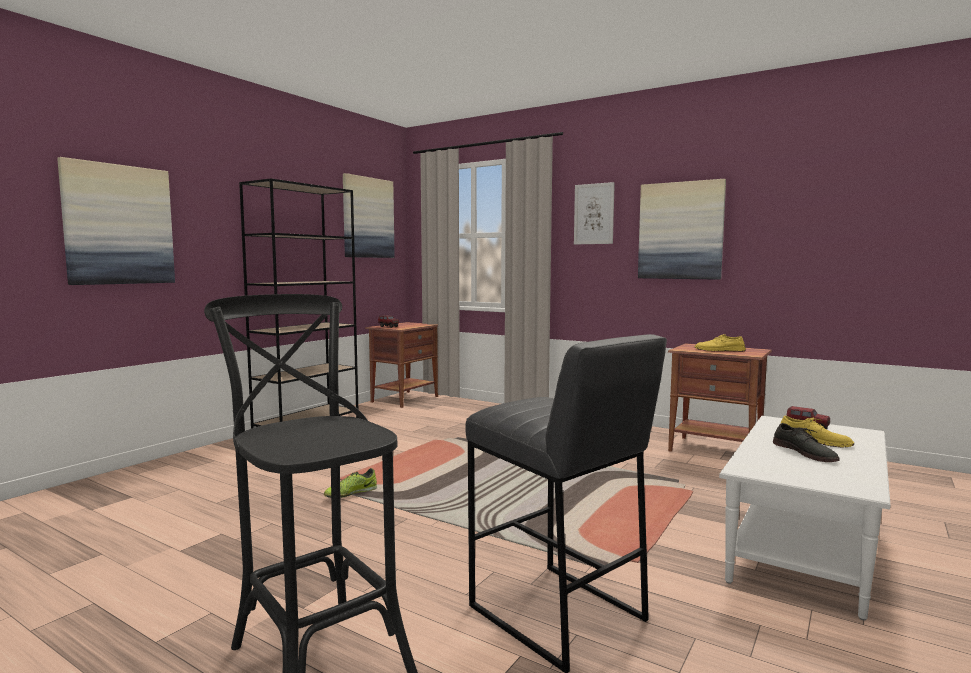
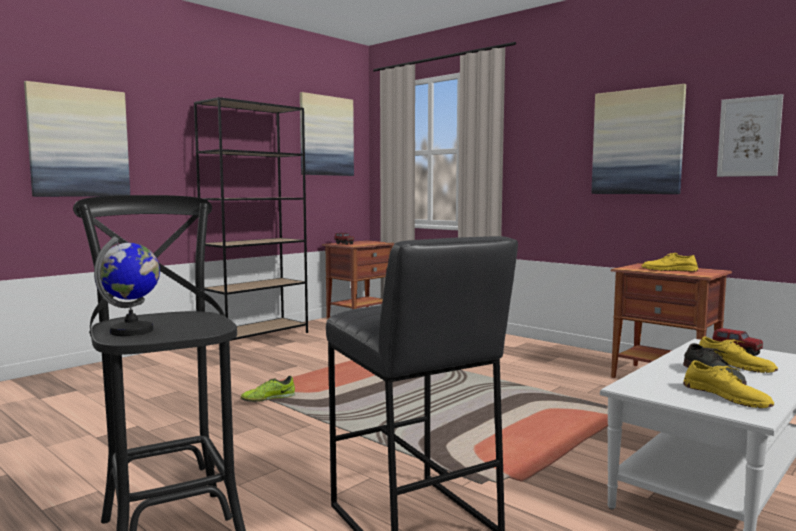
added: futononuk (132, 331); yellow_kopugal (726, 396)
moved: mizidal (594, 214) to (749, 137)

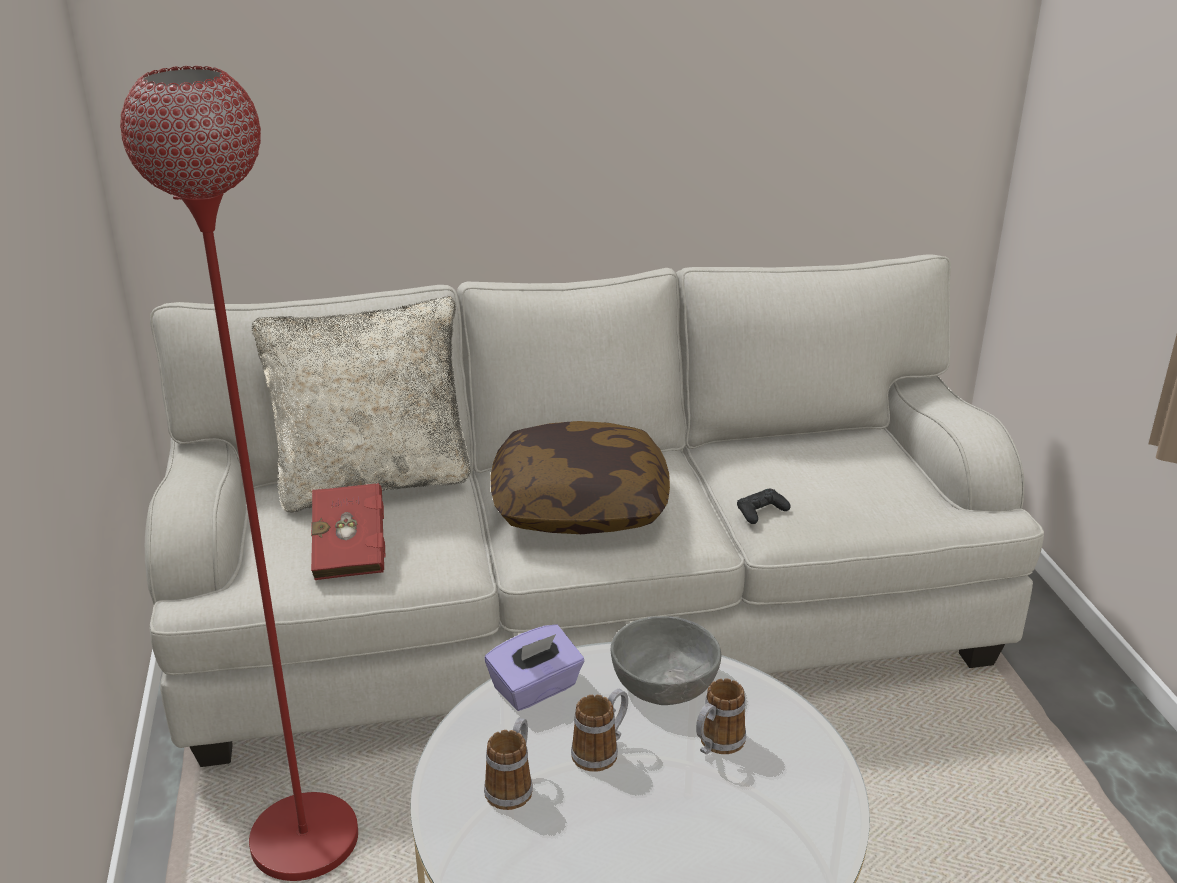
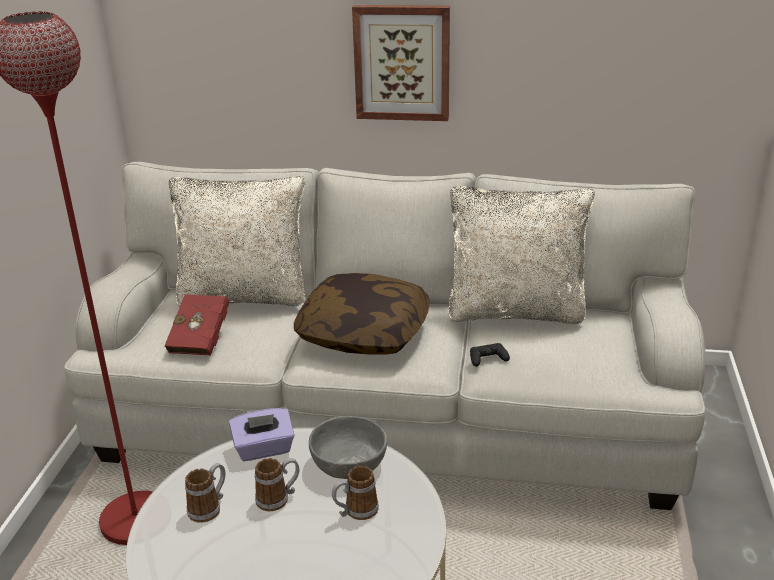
added: mizidal (402, 62); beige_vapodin (517, 315)

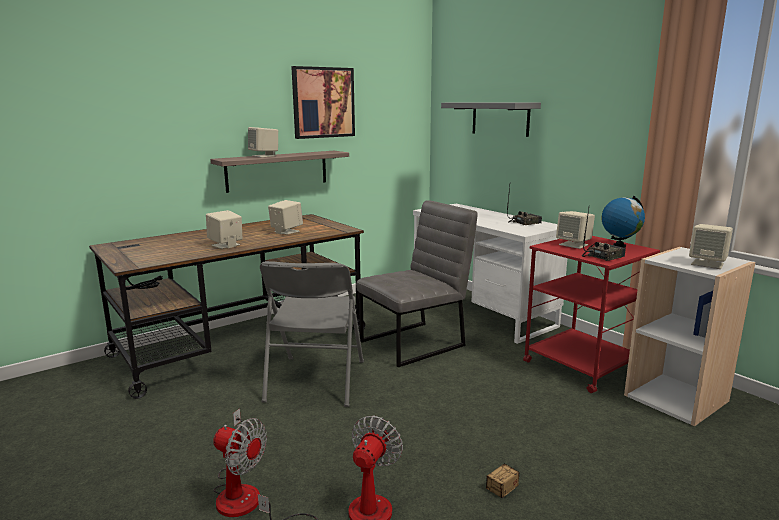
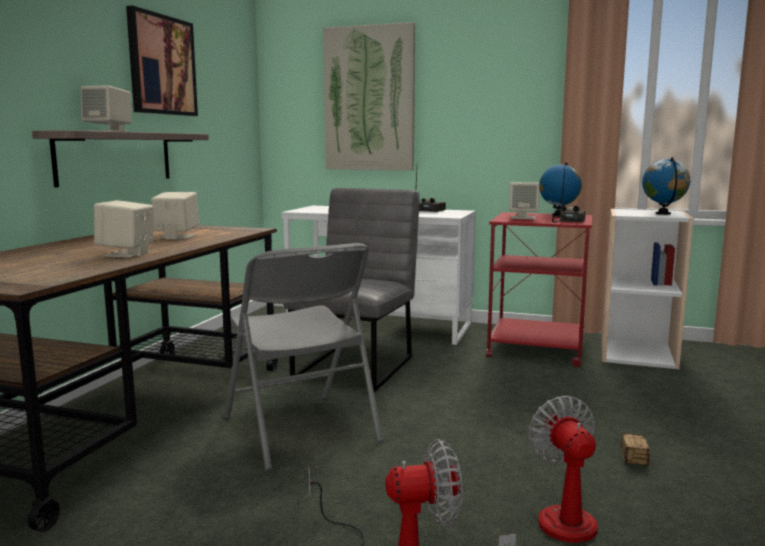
replaced: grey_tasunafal (500, 118) to mizidal (369, 99); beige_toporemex (708, 264) to futononuk (663, 214)

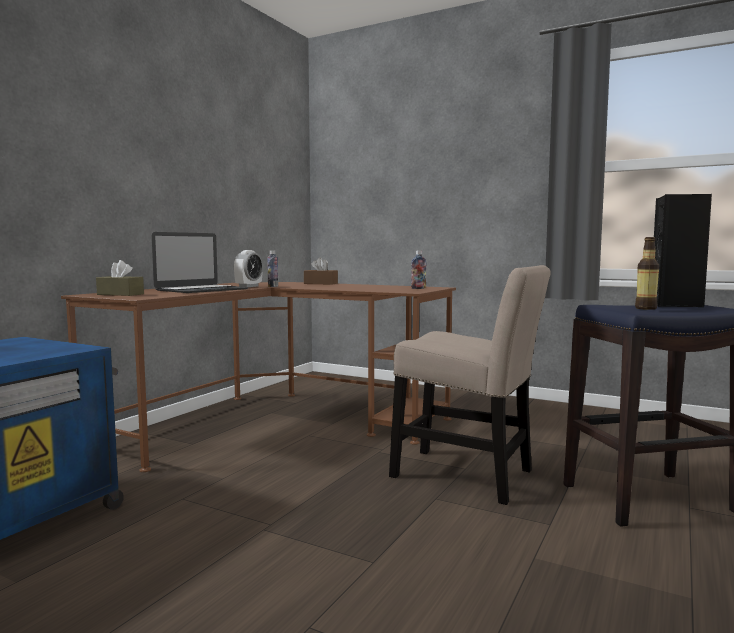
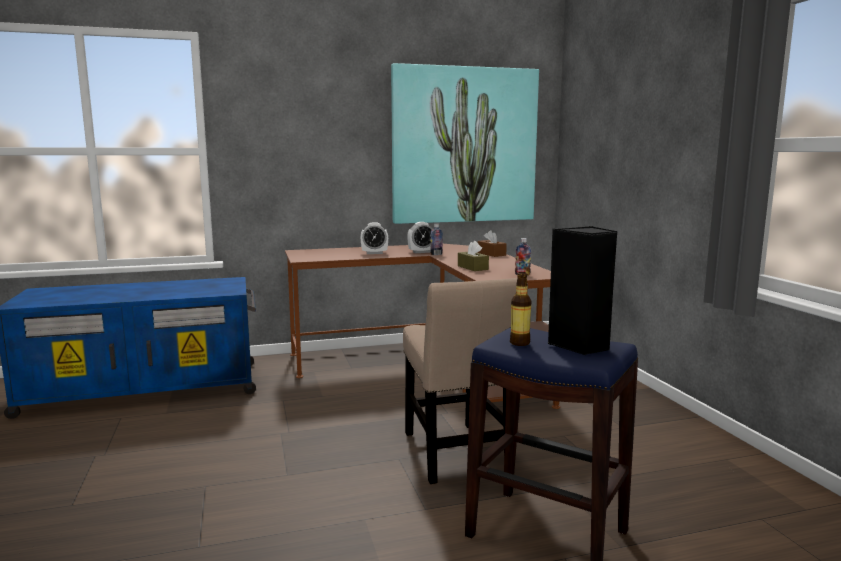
added: mizidal (464, 145)
moved: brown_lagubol (120, 294) to (472, 268)
replaced: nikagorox (202, 289) to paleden (374, 253)

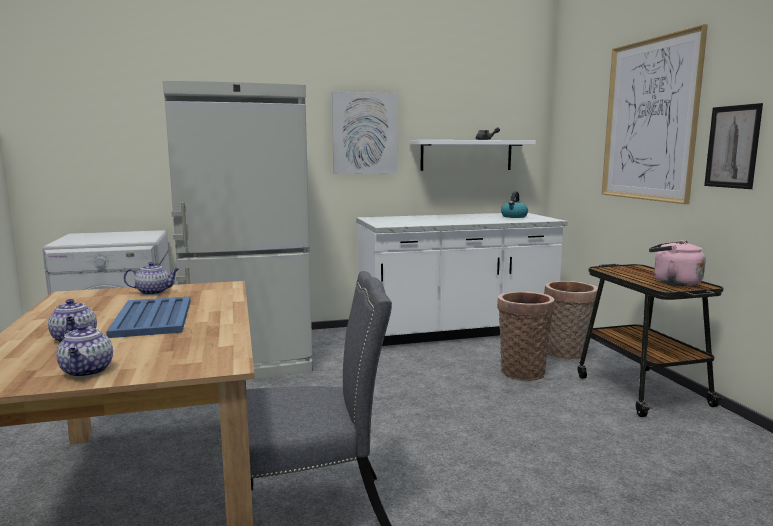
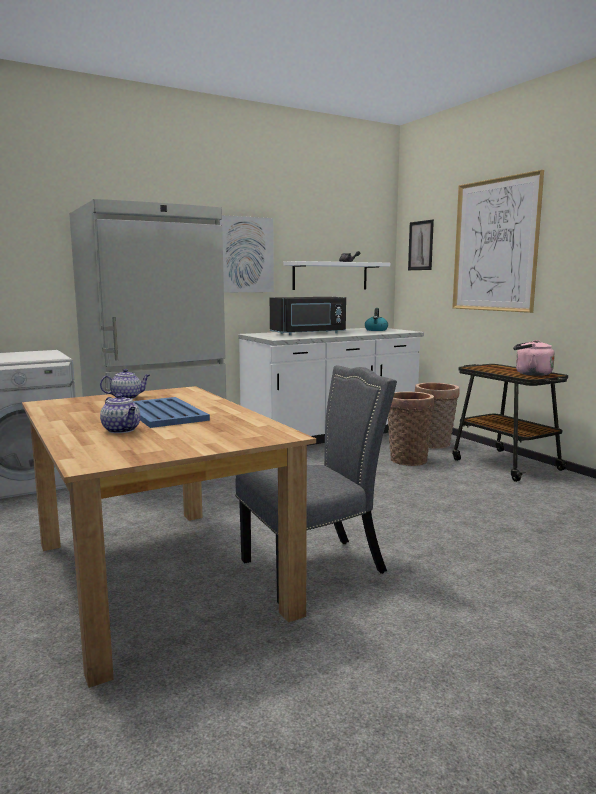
removed: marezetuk (87, 371)
added: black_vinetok (309, 333)
moved: mizidal (732, 147) to (420, 245)

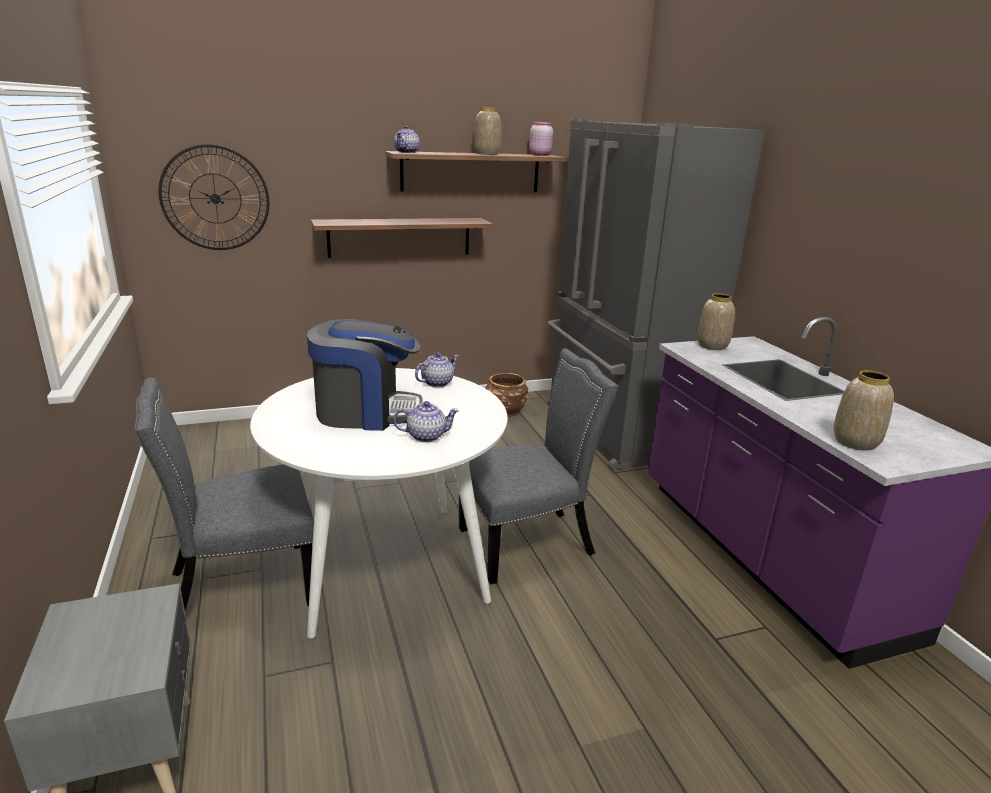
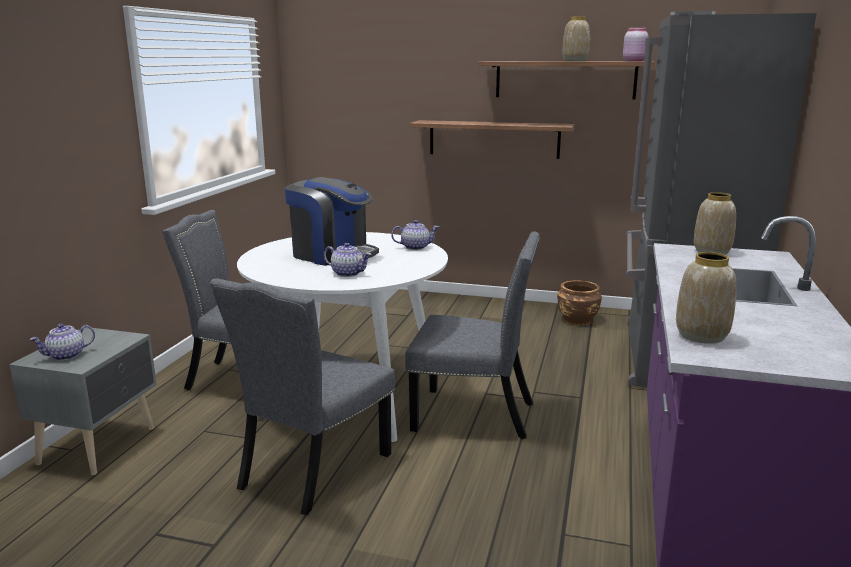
removed: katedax (215, 198)
added: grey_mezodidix (315, 468)
moved: marezetuk (407, 152) to (66, 356)

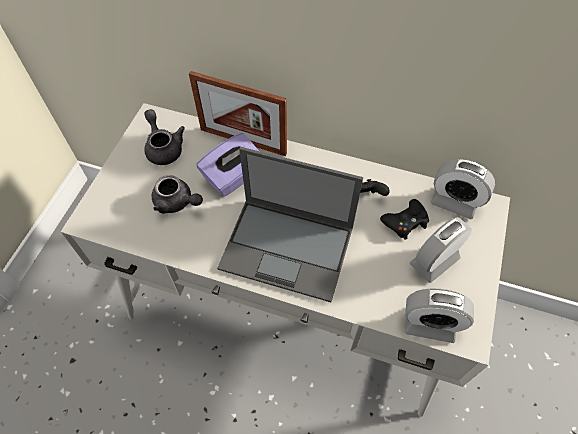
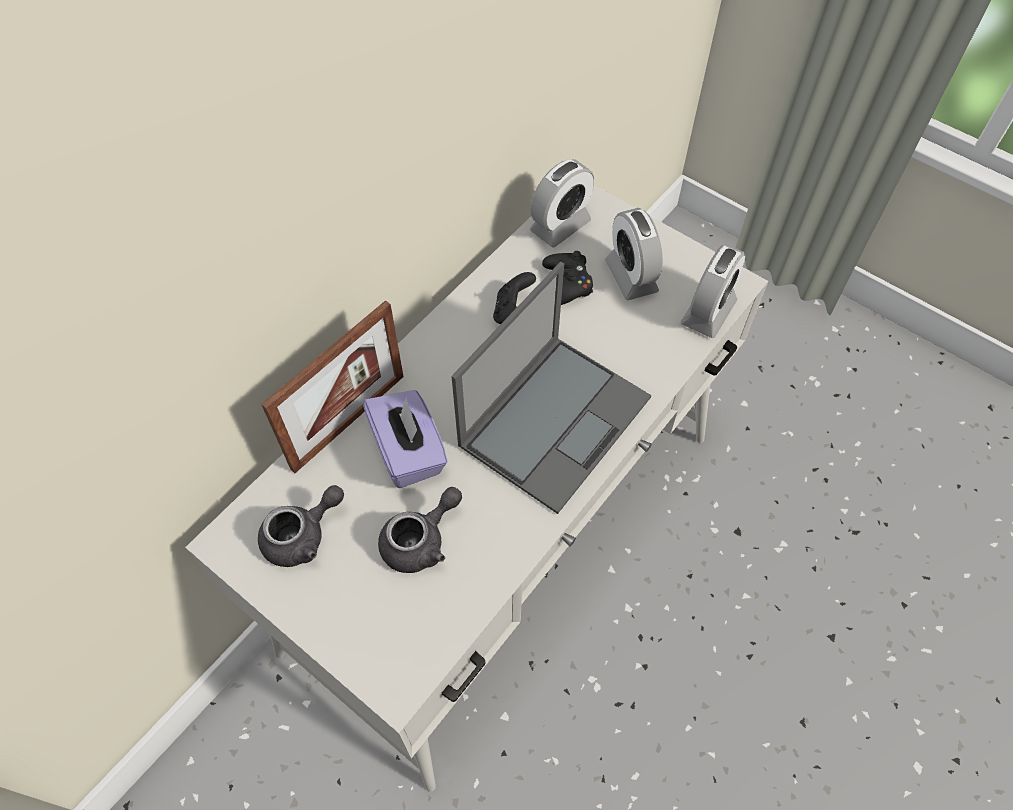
turned: grey_marezetuk (163, 147) = (303, 536) 150 degrees clockwise

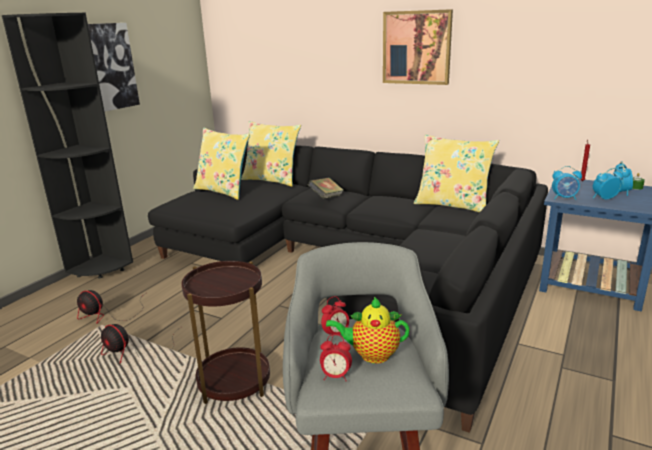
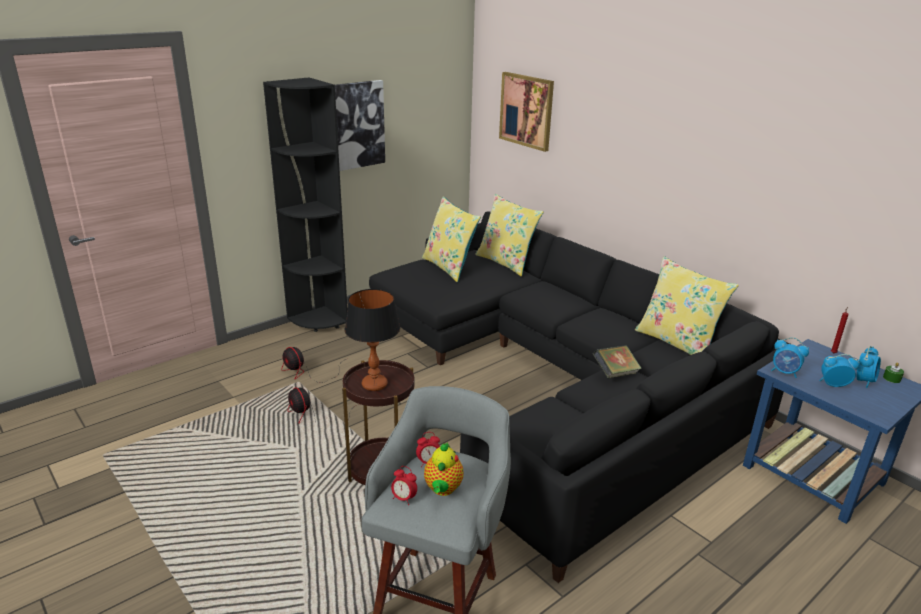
added: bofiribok (375, 385)
moved: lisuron (326, 198) to (615, 373); mizidal (416, 47) to (526, 110)
turned: marezetuk (371, 355) = (442, 489) 105 degrees counterclockwise

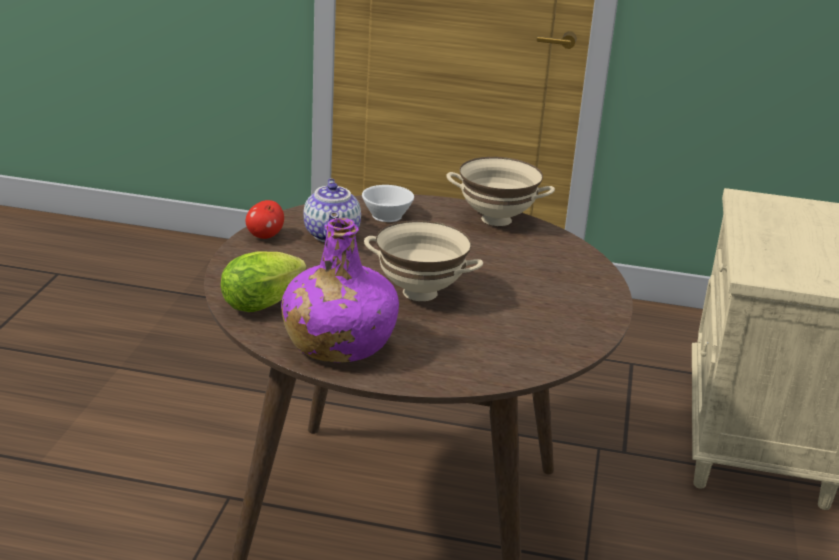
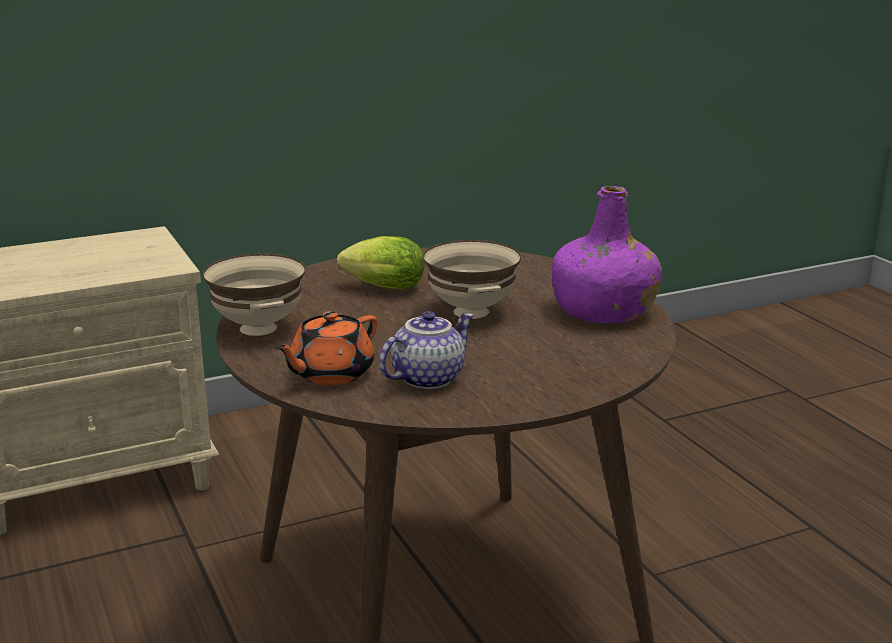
removed: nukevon (264, 236)
moved: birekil (265, 302) to (380, 288)
replaced: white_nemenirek (386, 214) to orange_marezetuk (330, 374)

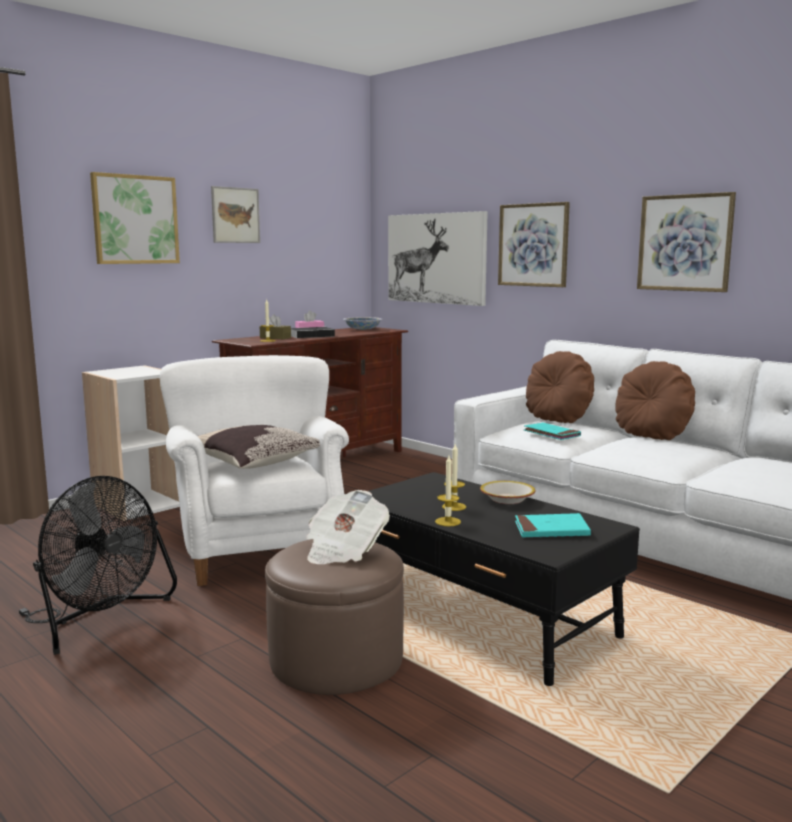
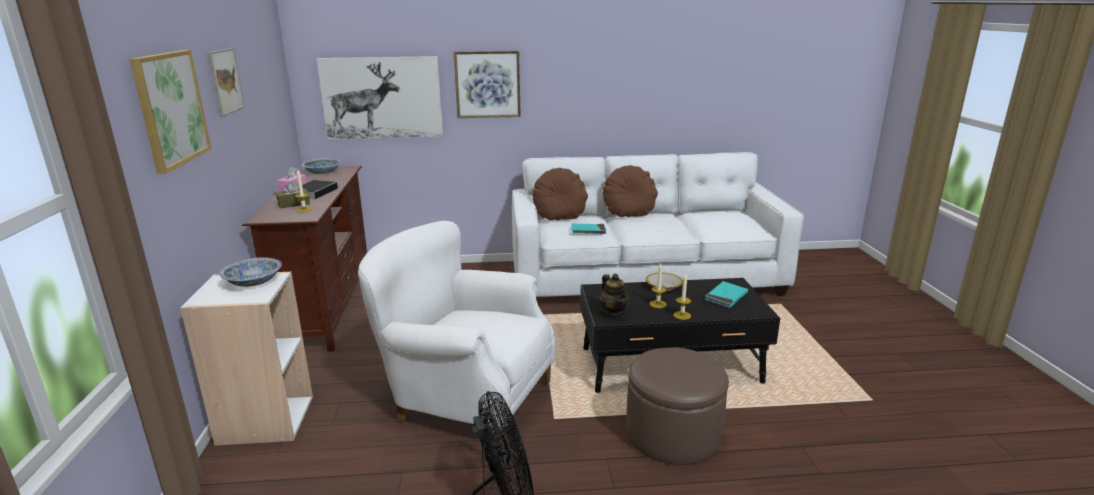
removed: vapodin (254, 463); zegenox (344, 550); mizidal (685, 243)
added: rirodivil (253, 282); marezetuk (613, 313)

